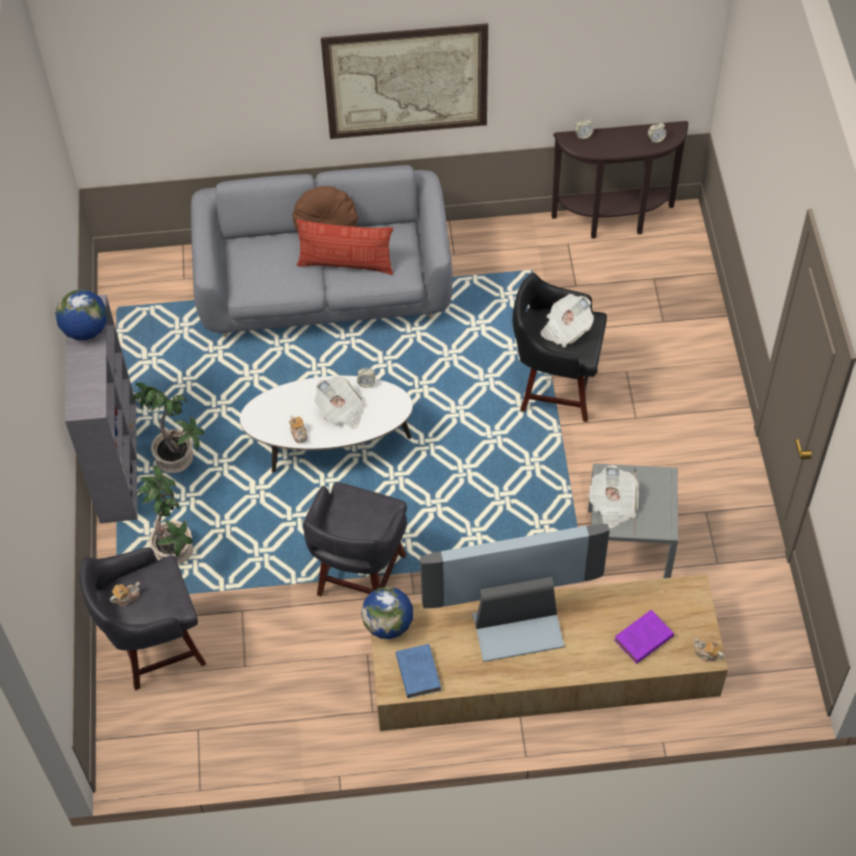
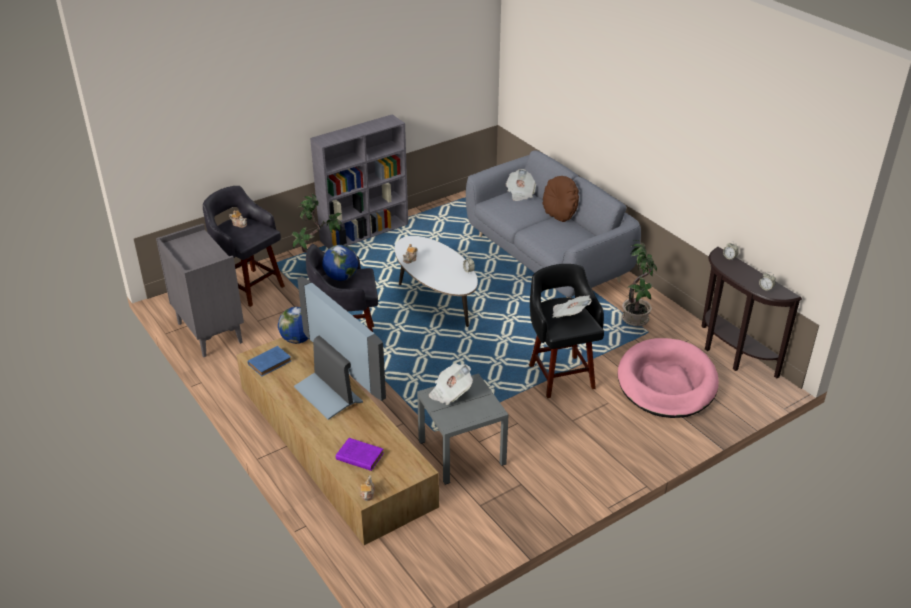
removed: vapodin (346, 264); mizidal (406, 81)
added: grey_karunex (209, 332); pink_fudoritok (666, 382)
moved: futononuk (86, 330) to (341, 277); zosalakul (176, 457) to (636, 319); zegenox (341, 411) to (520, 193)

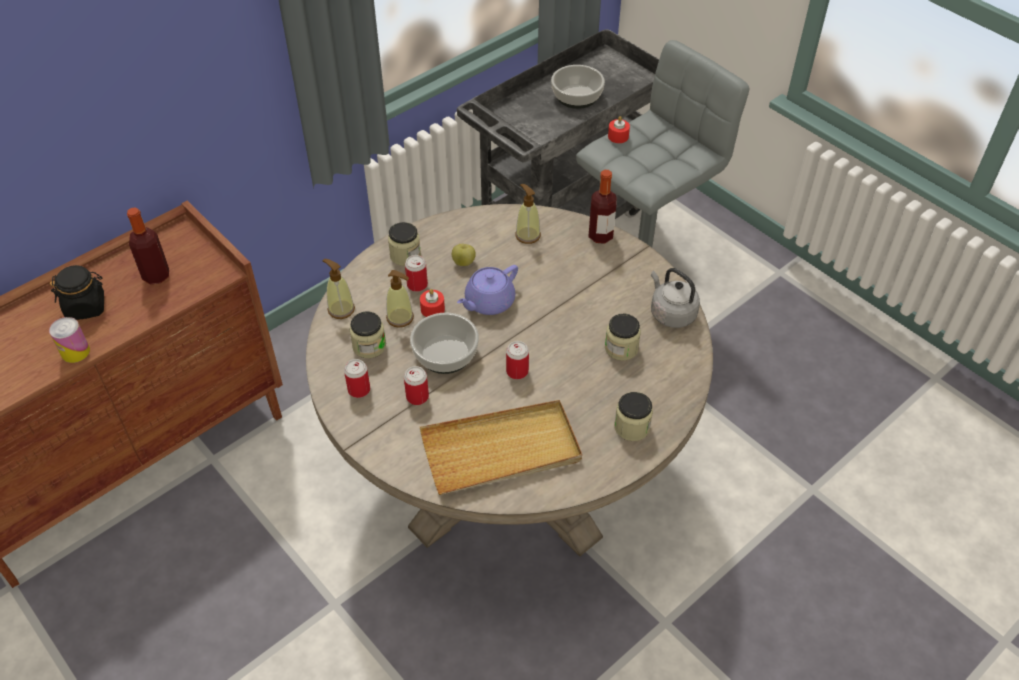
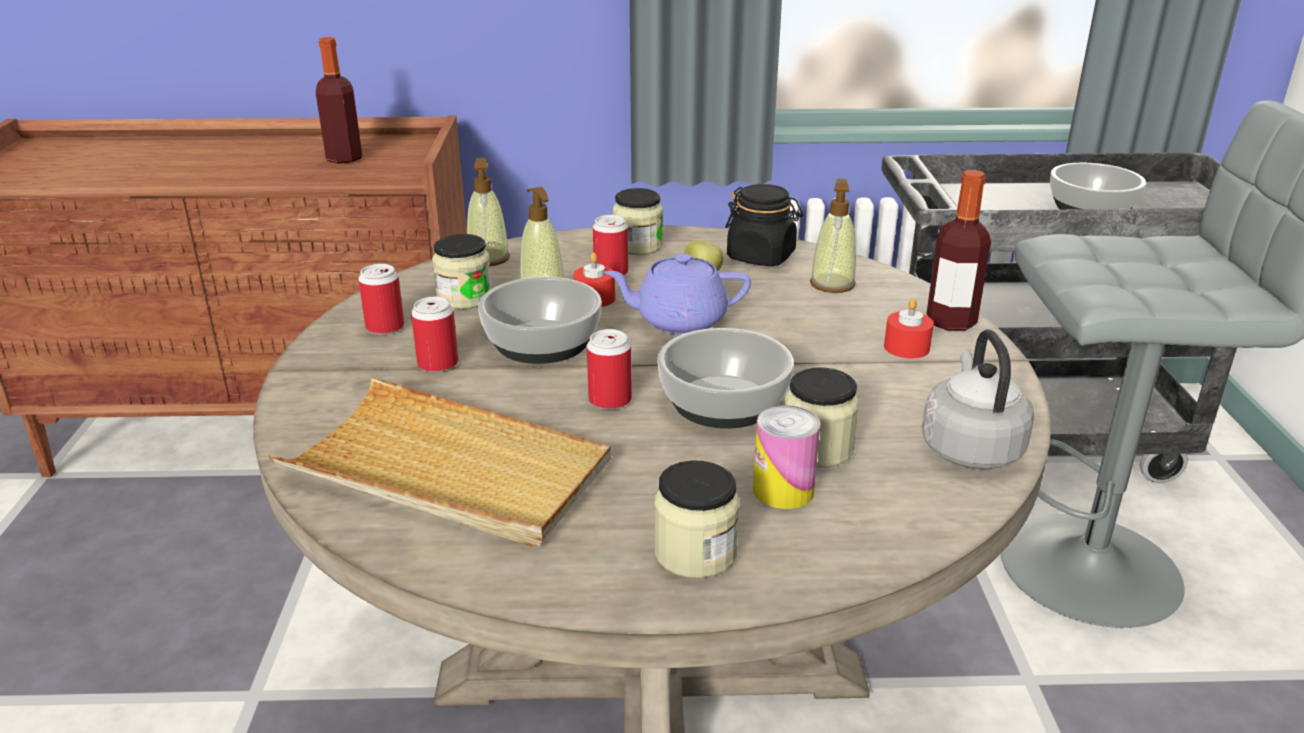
added: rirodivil (725, 401)
moved: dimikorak (75, 352) to (783, 490); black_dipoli (86, 307) to (761, 256); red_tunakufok (618, 136) to (906, 347)

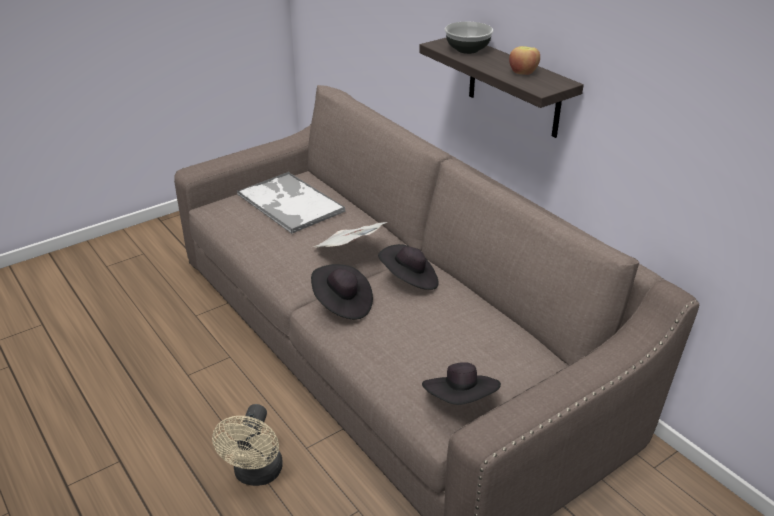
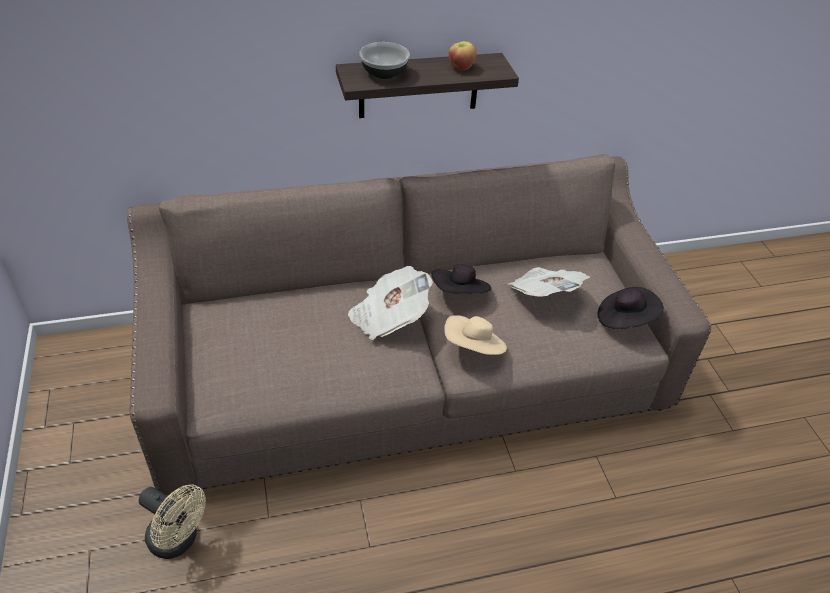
removed: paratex (289, 203)
added: zegenox (544, 295)
moved: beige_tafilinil (256, 474) to (178, 540)
recoloured: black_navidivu (342, 304) to beige_navidivu (474, 348)

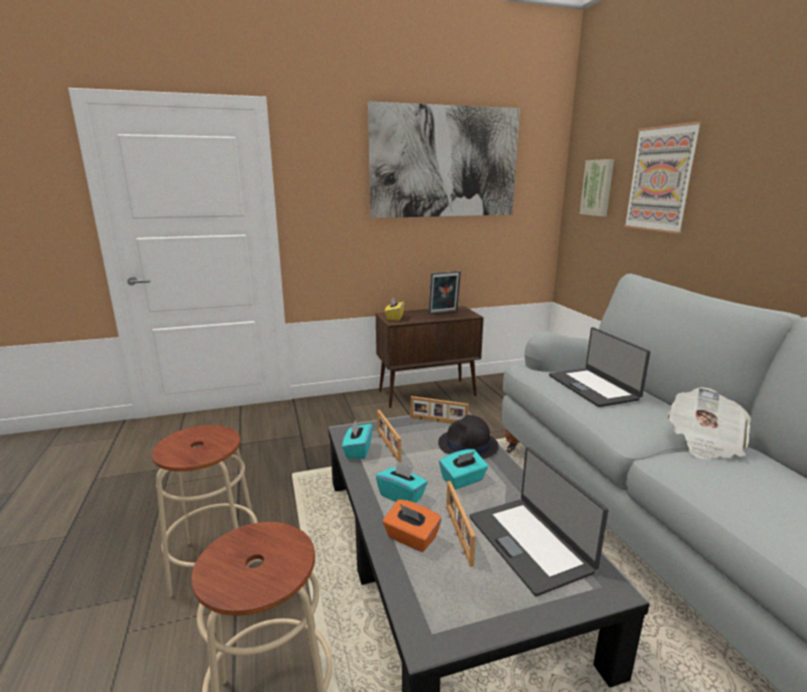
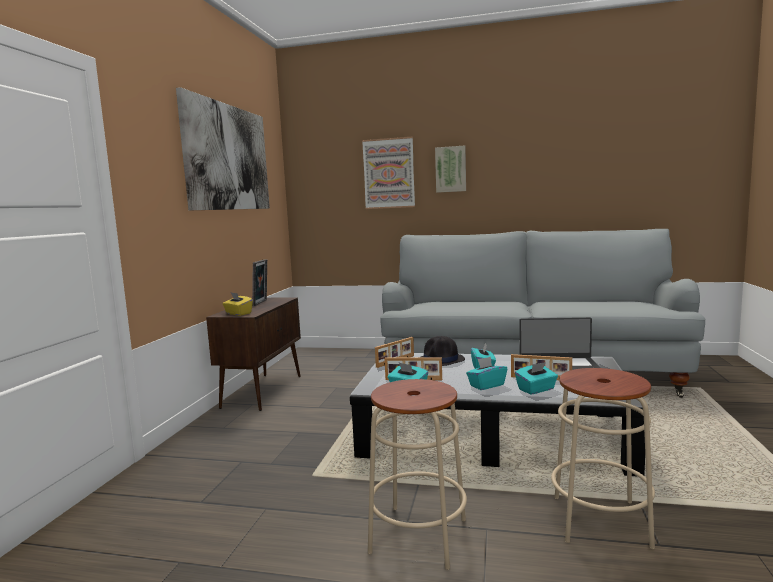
removed: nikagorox (593, 387); zegenox (704, 442)
moved: mizidal (598, 187) to (450, 169)
recoloured: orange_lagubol (411, 538) to turquoise_lagubol (536, 389)

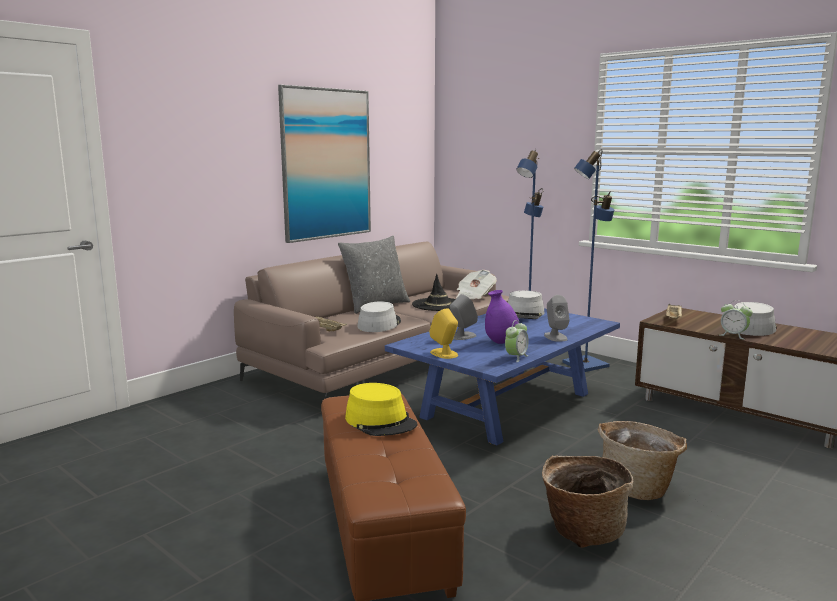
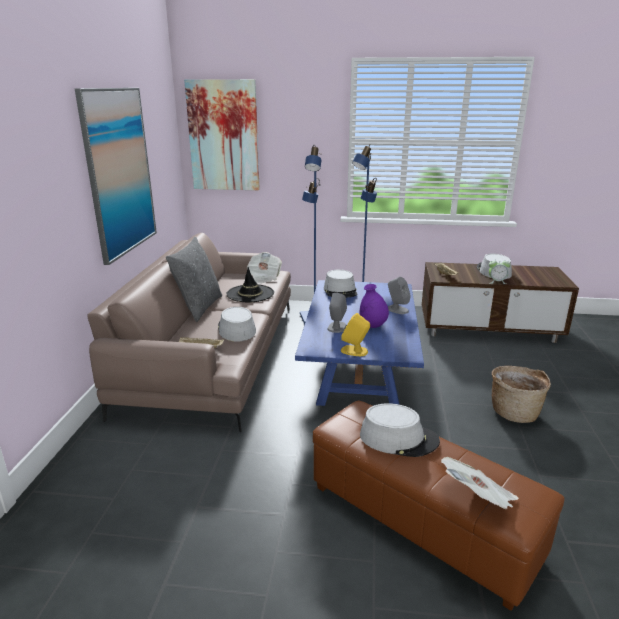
removed: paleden (516, 357); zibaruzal (582, 531)
added: mizidal (223, 136); zegenox (478, 499)
recoloured: yellow_navidivu (381, 421) to grey_navidivu (398, 438)

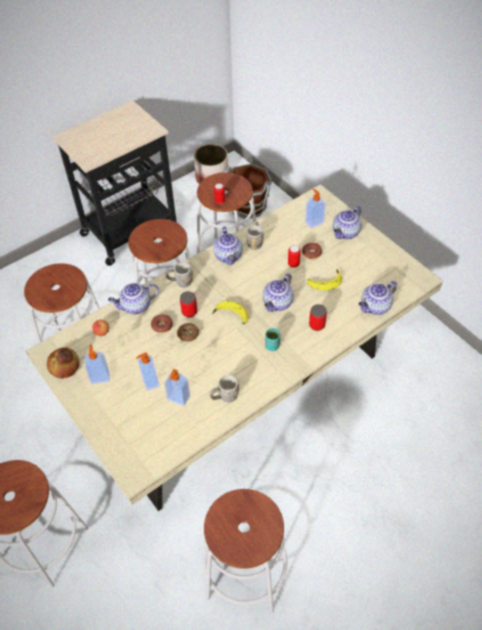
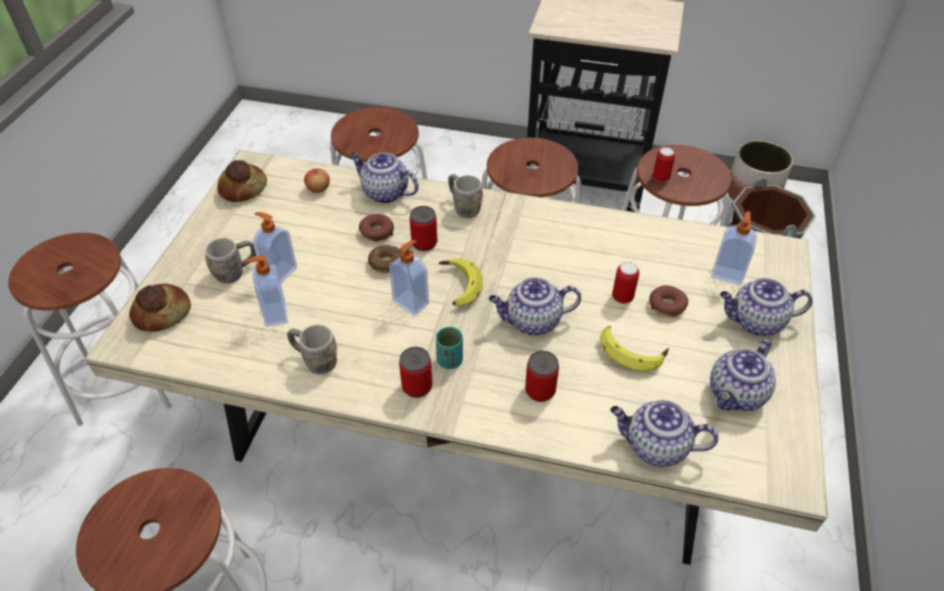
added: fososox (162, 313); dimikorak (417, 386)
moved: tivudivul (100, 377) to (411, 302); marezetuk (228, 256) to (736, 395); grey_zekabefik (255, 242) to (236, 272)

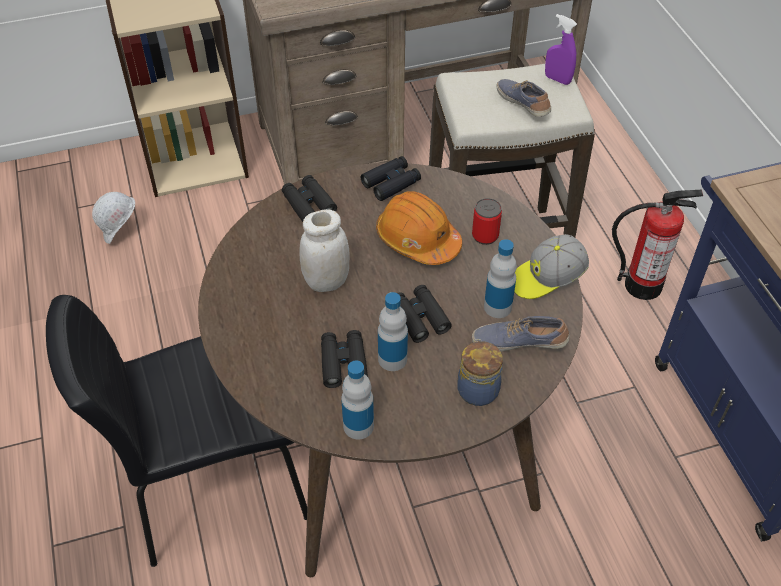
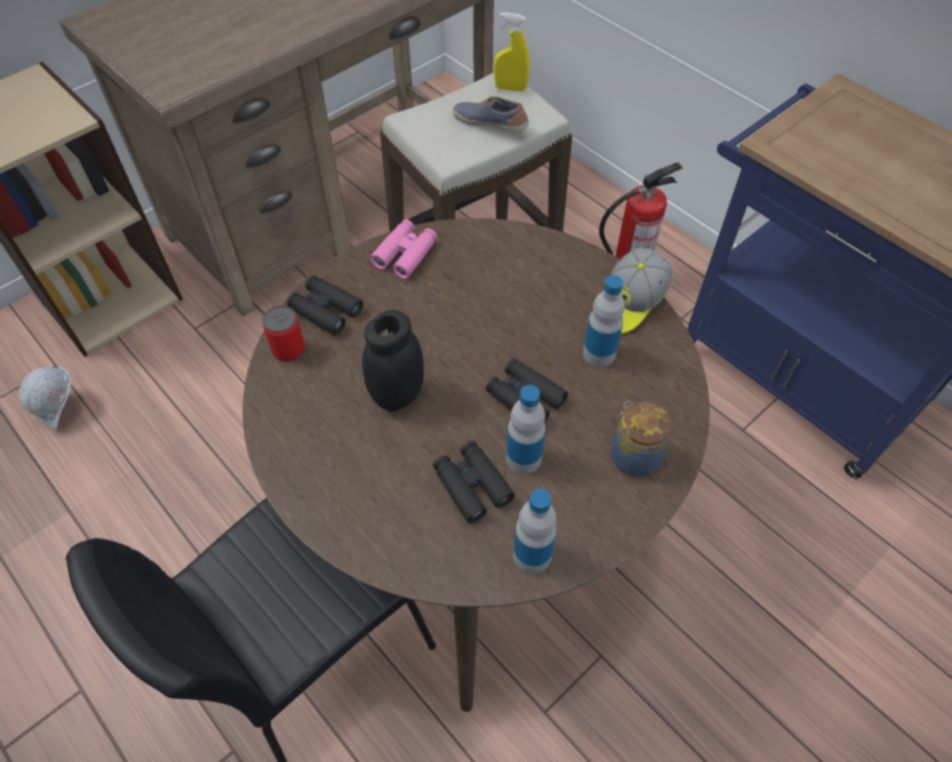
removed: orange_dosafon (417, 239); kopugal (519, 342)
moved: dimikorak (485, 236) to (289, 349)
recoloured: white_dipoli (326, 281) to black_dipoli (397, 395); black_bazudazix (391, 183) to pink_bazudazix (405, 254); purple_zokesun (557, 79) to yellow_zokesun (510, 88)

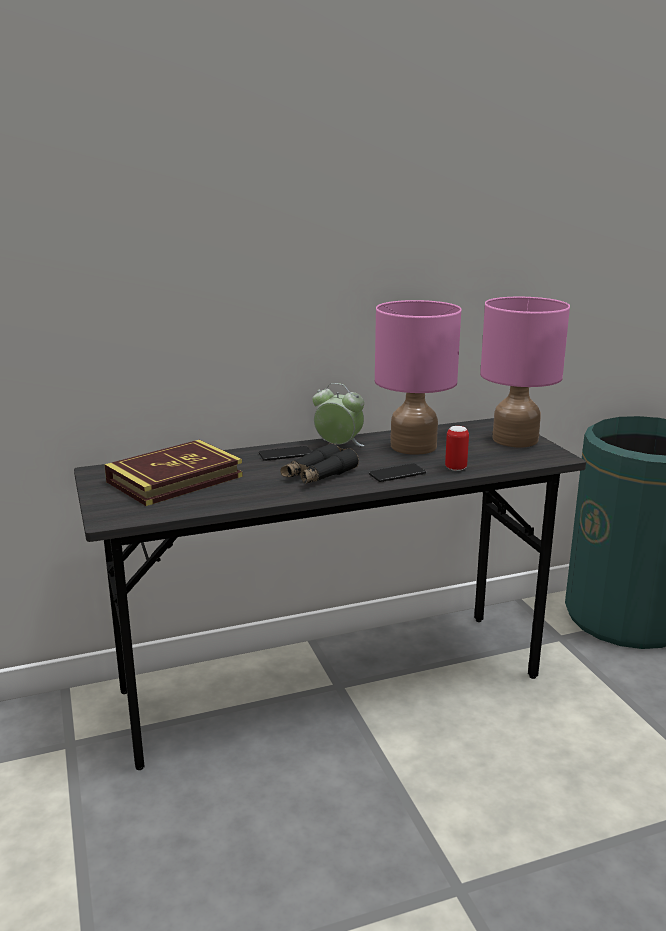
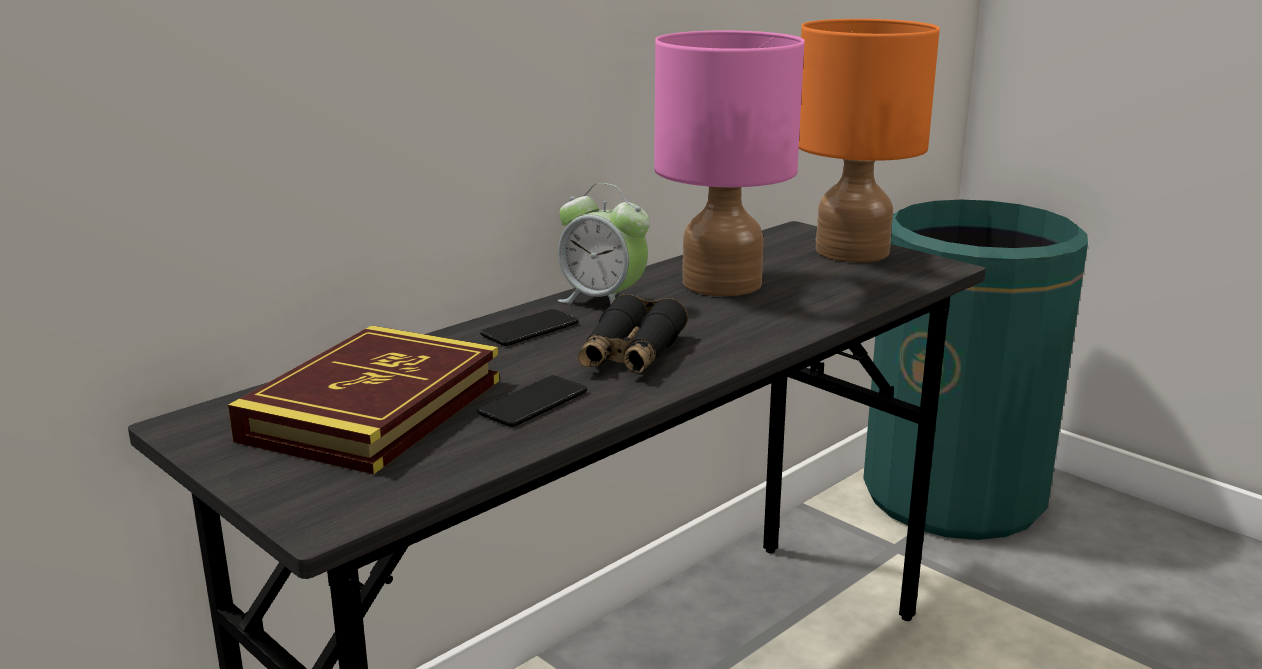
removed: dimikorak (455, 468)
moved: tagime (397, 474) to (533, 403)
recoloured: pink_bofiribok (516, 440) to orange_bofiribok (853, 251)
turned: paleden (338, 446) = (603, 301) 150 degrees counterclockwise

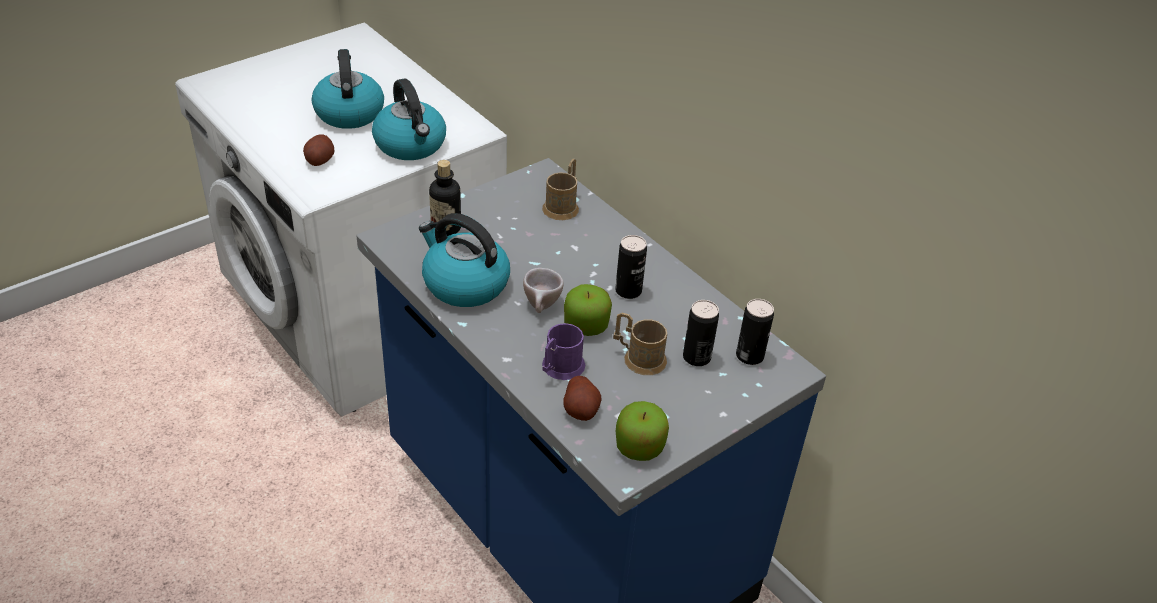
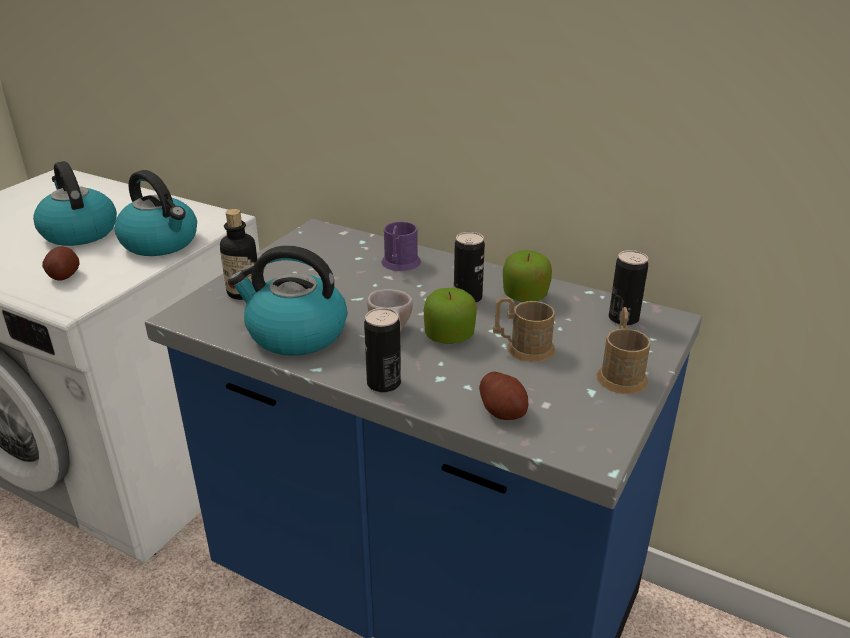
moved: brown_zekabefik (563, 205) to (620, 374); purple_zekabefik (559, 368) to (399, 264); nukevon (639, 447) to (525, 296); dimikorak (696, 357) to (384, 383)

